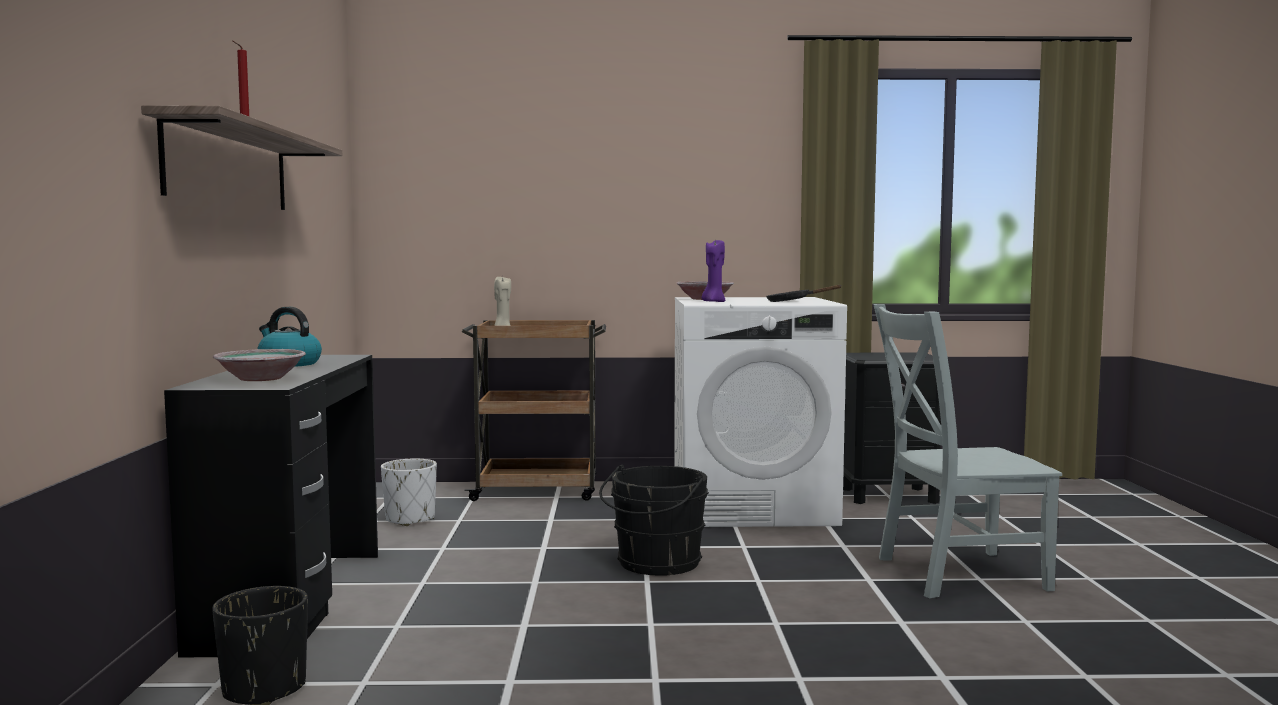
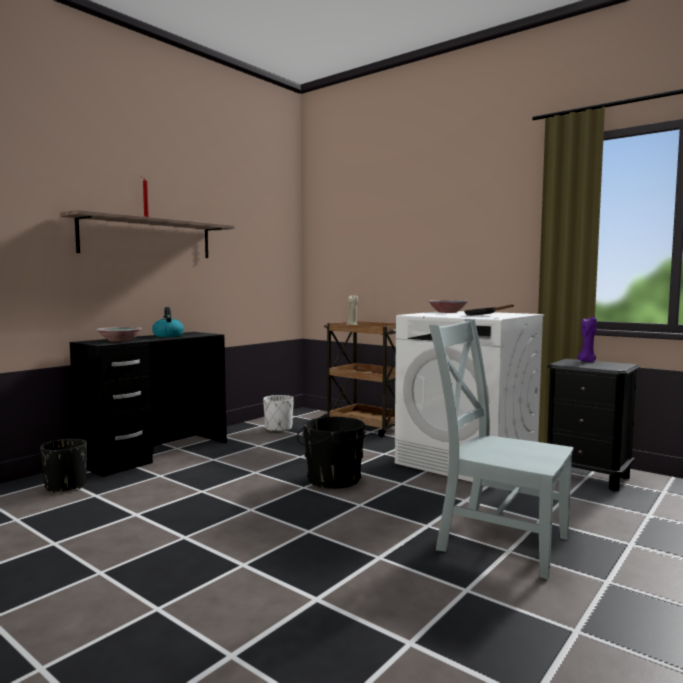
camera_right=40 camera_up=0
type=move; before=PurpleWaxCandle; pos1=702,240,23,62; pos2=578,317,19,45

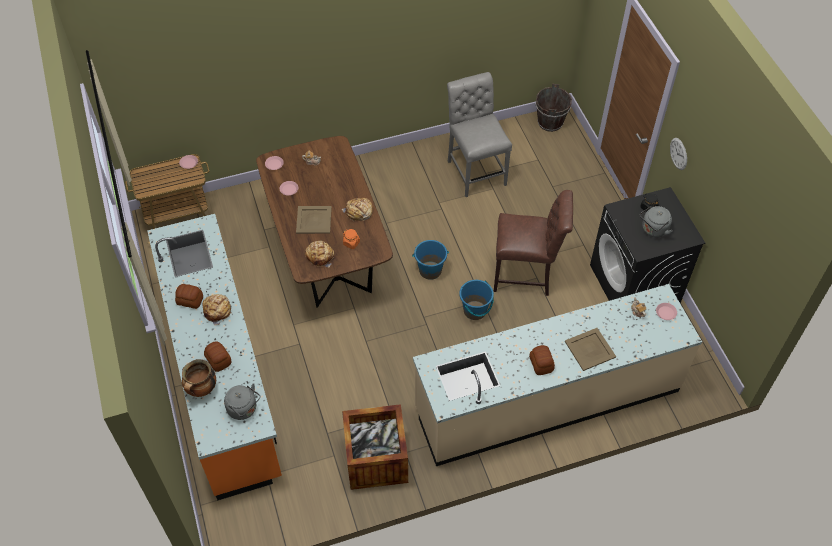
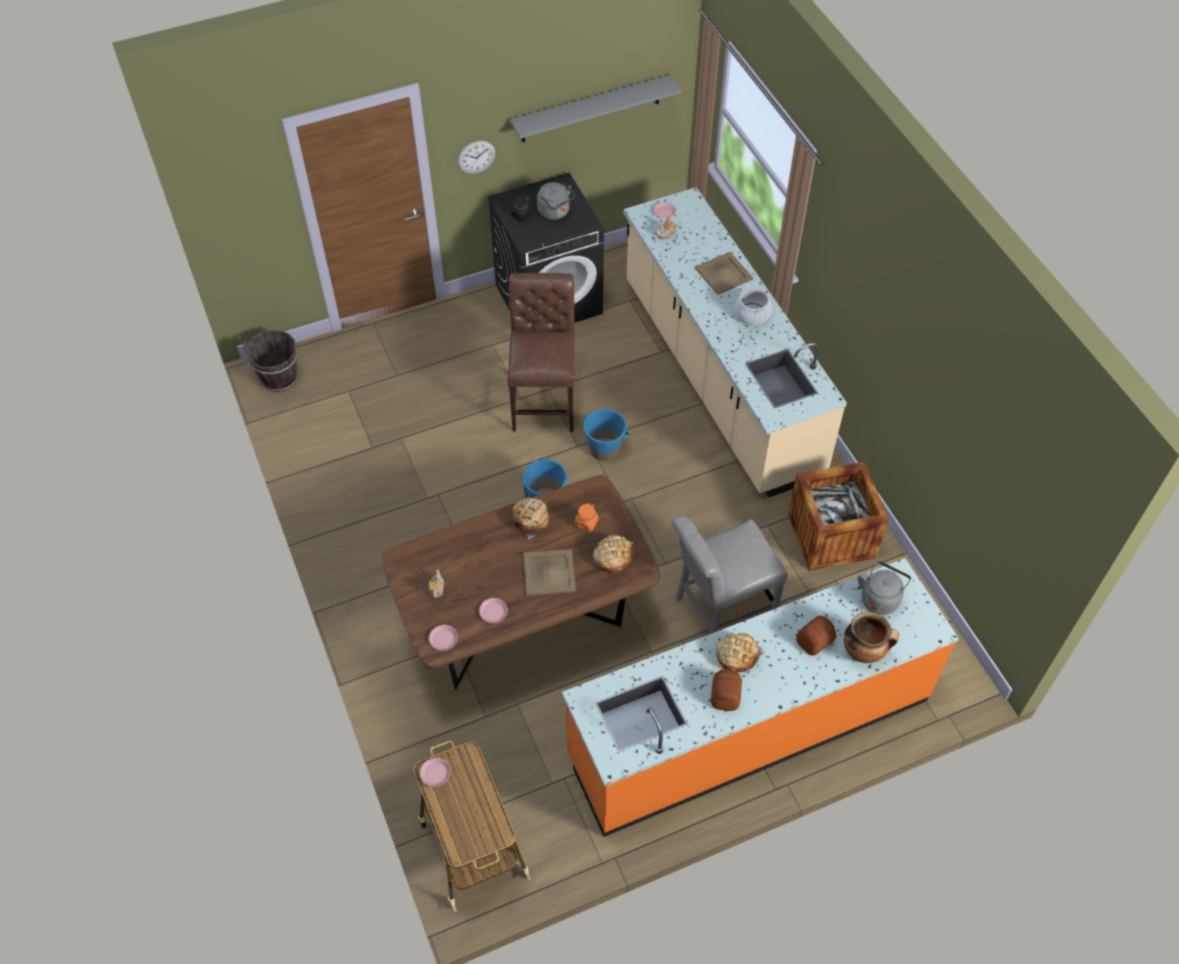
camera_right=-95 camera_up=0
type=move; before=GreyishUprightChair; pos1=447,72,65,125; pos2=671,515,117,119
type=replace; before=BakeryBread; after=Stockpot; pos1=529,345,26,30; pos2=735,284,37,41
type=insert; after=GreyishShelf; pos2=510,75,172,67

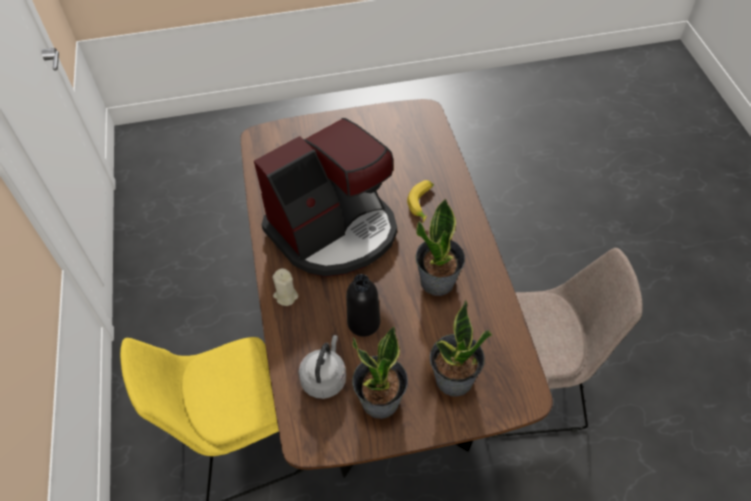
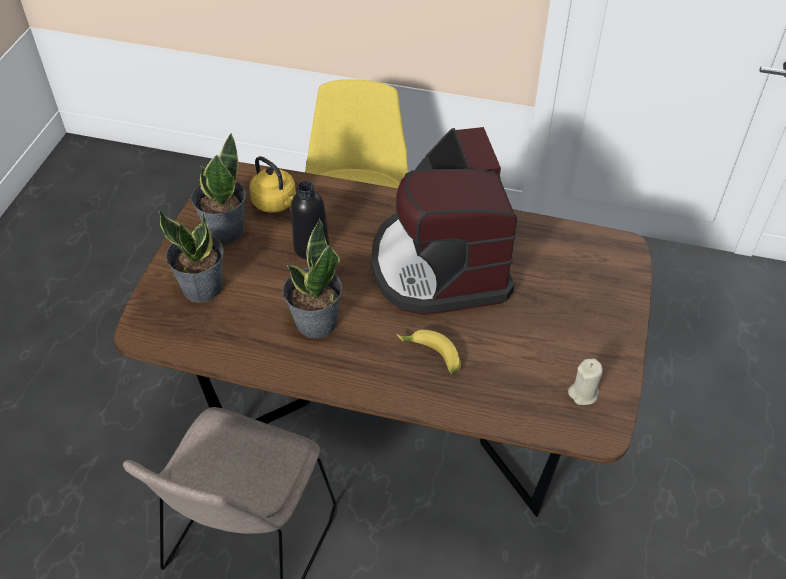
camera_right=115 camera_up=-5
type=move; before=SandColouredWaxCandle; pos1=272,268,26,38; pos2=568,358,35,47
type=recolor; before=GreyishWaterKettle; after=YellowWaterKettle; pos1=298,335,48,64; pos2=249,156,47,57

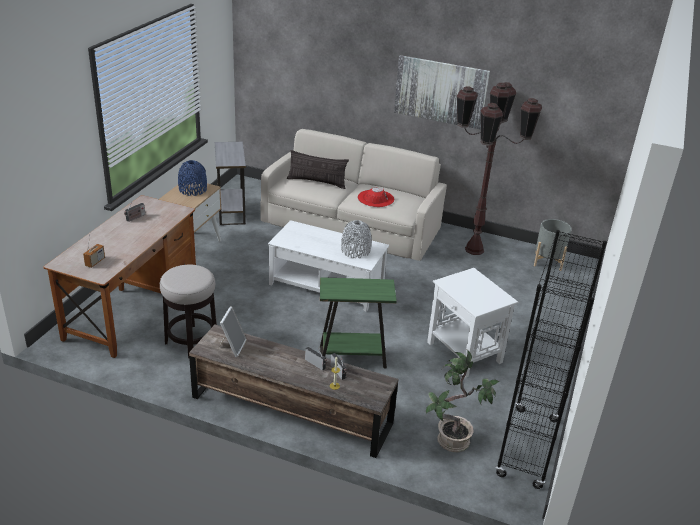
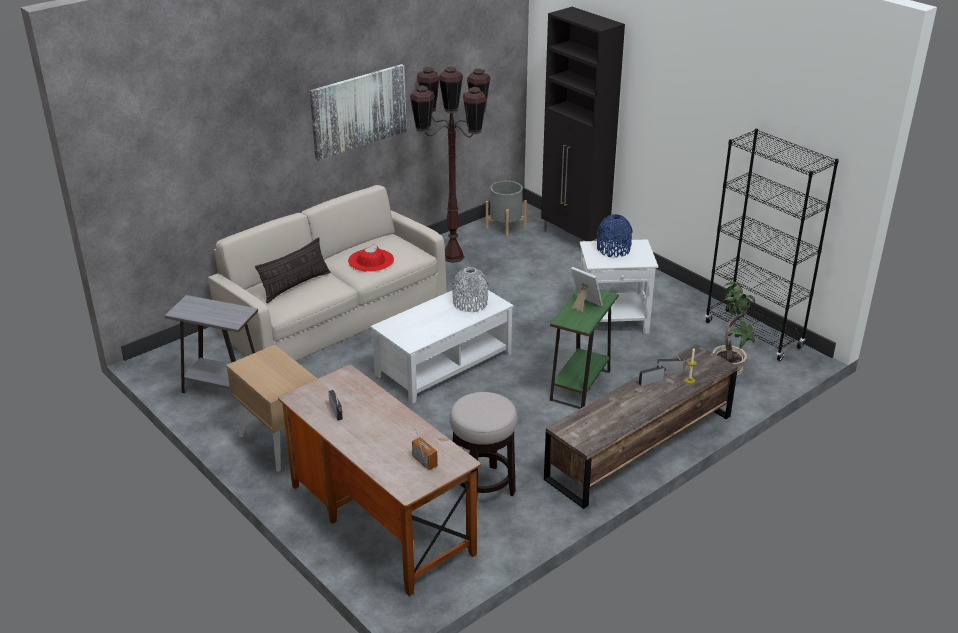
camera_right=-60 camera_up=0
type=move; before=BlueColouredFlowerVase; pos1=178,160,29,36; pos2=597,214,35,43
type=move; before=StandingFrame; pos1=218,306,29,51; pos2=571,267,32,46
type=insert; after=BlackColouredCupboard; pos2=541,7,84,234

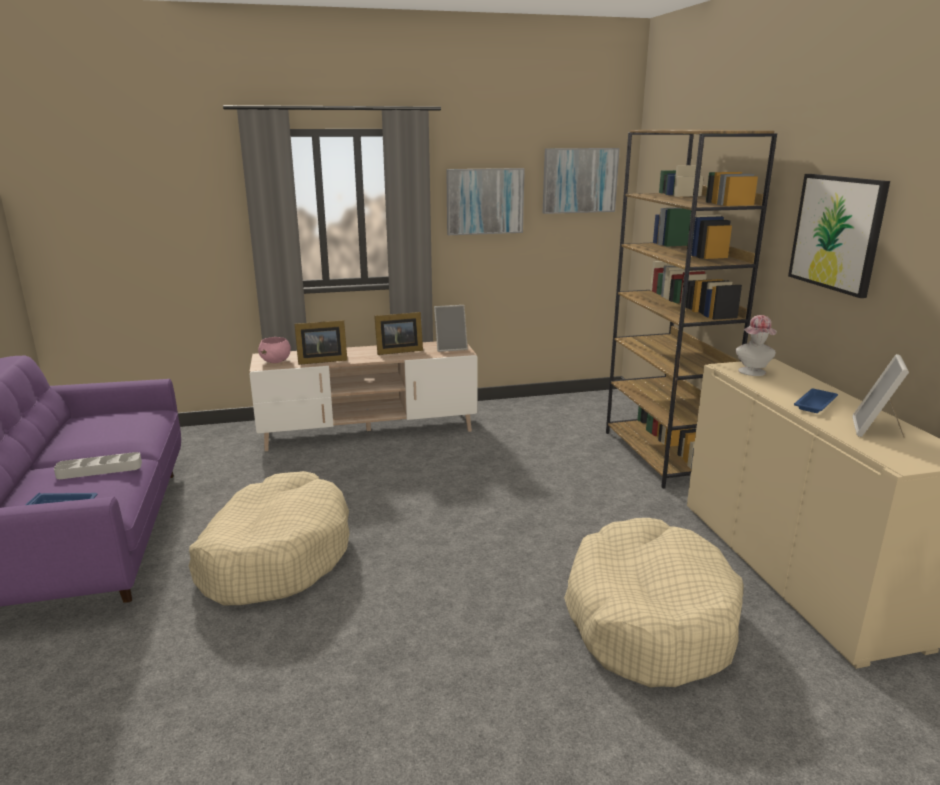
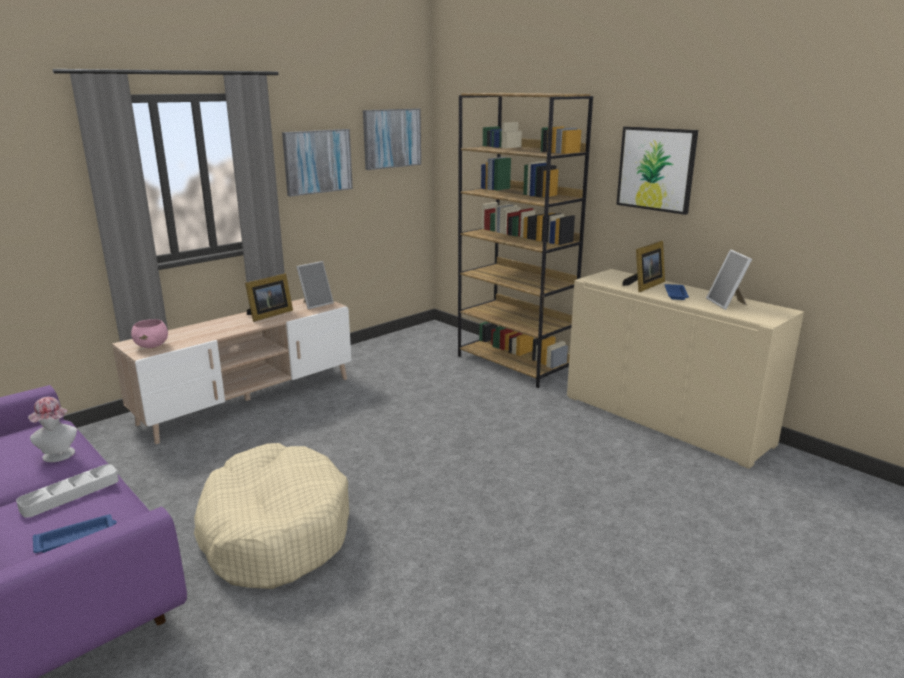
camera_right=-30 camera_up=0
type=move; before=WearableHat; pos1=735,315,42,61; pos2=28,397,49,65
type=move; before=StandingFrame; pos1=294,320,53,45; pos2=622,241,43,51
type=delete; before=SandColouredPetBed; pos1=564,518,180,170

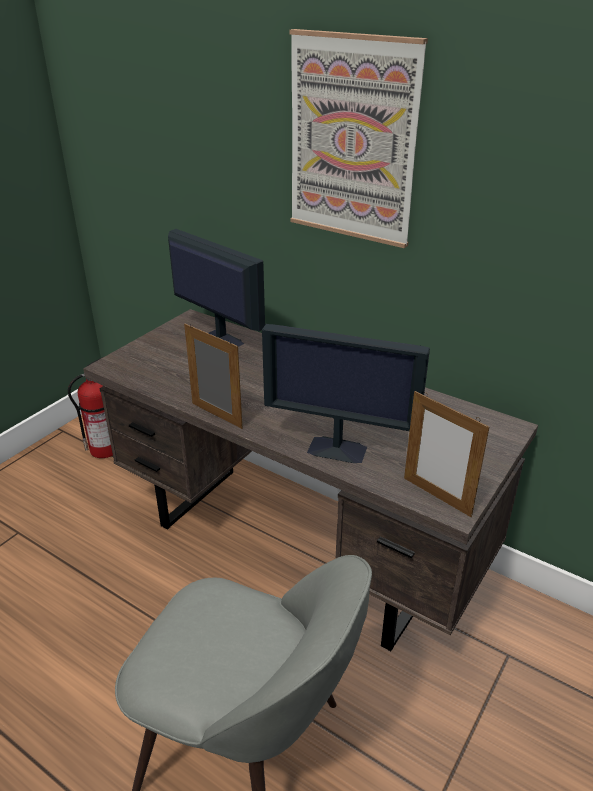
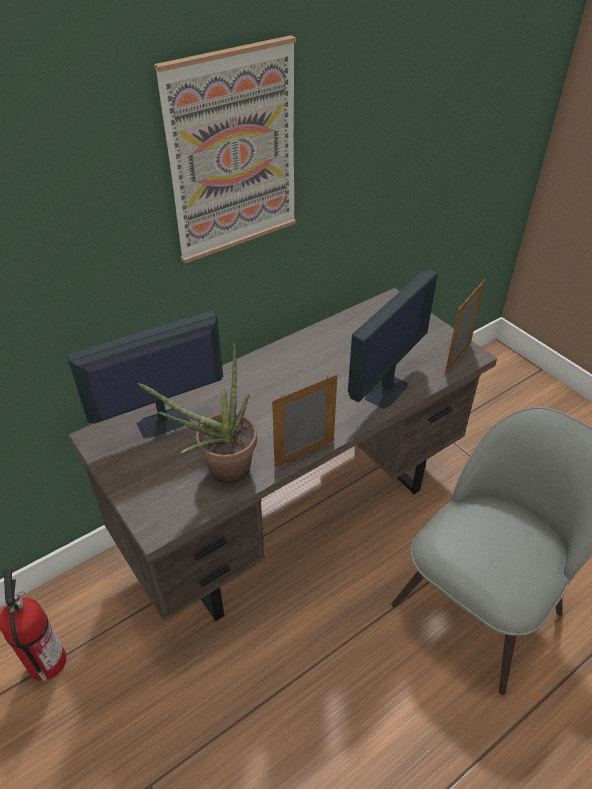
camera_right=-70 camera_up=10
type=rotate; before=StandingFrame; pos1=404,391,85,126; pos2=444,279,42,96; turn=150
type=insert; after=Houseplant; pos2=138,343,119,141

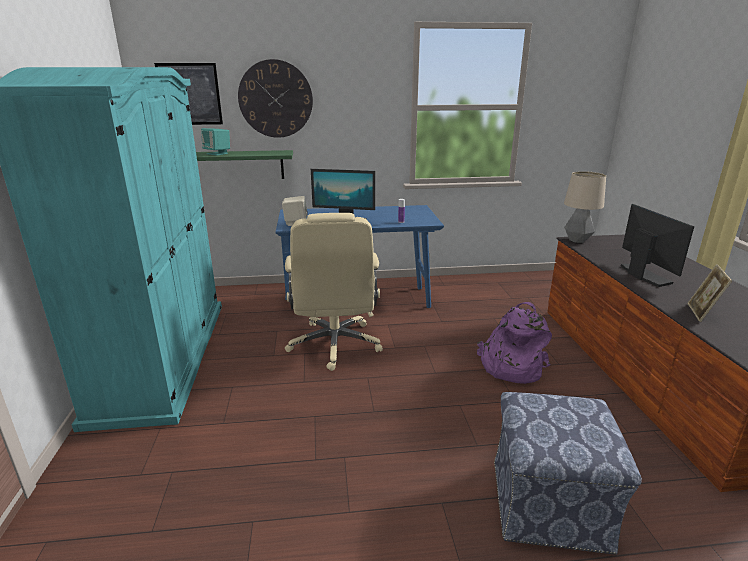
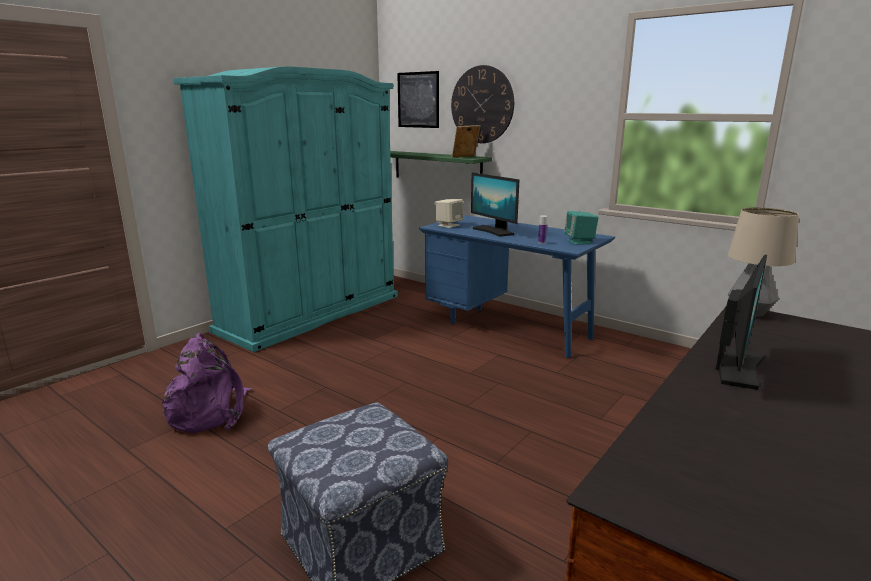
camera_right=45 camera_up=-5
type=move; before=BlueGreenSpeaker; pos1=201,128,29,28; pos2=564,211,35,34
type=delete; before=SandColouredDeskChair; pos1=285,213,98,158
type=move; before=StandingFrame; pos1=687,264,45,58; pos2=452,125,28,33
type=move; before=PurpleRucksack; pos1=477,302,75,82; pos2=162,333,91,100

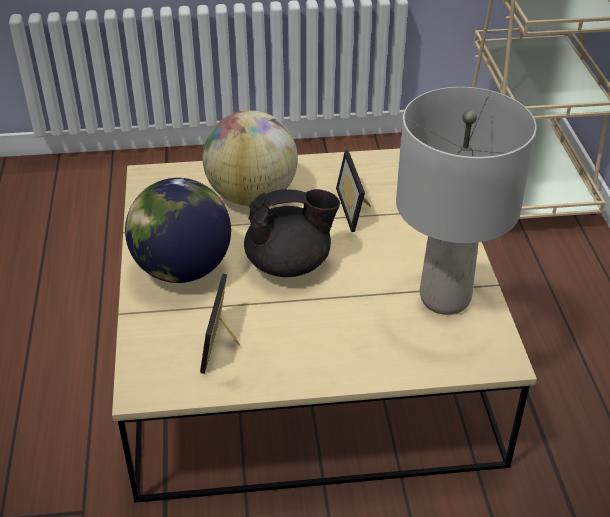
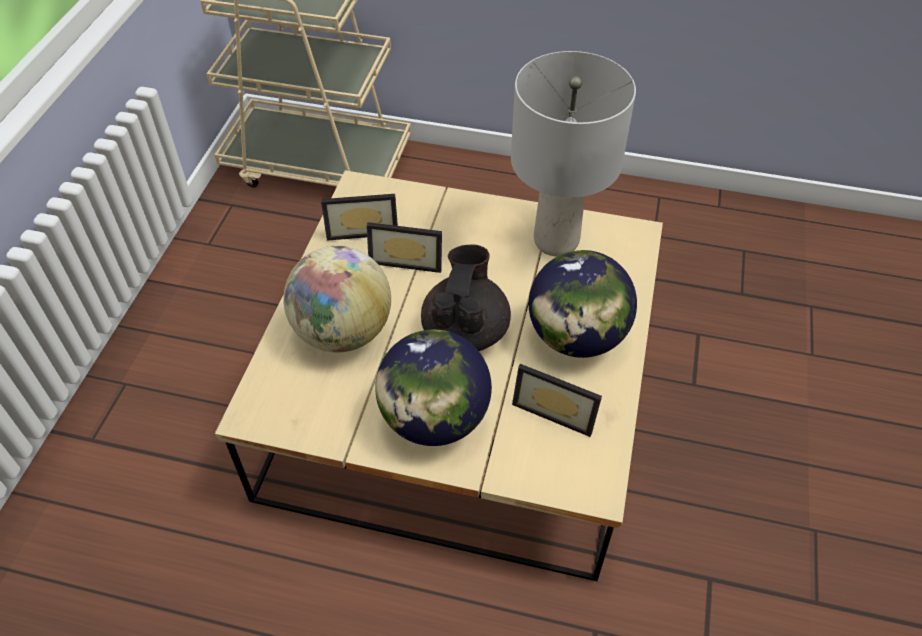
camera_right=-70 camera_up=10
type=insert; after=StandingFrame; pos2=321,194,77,47
type=insert; after=Globe; pos2=529,250,108,108

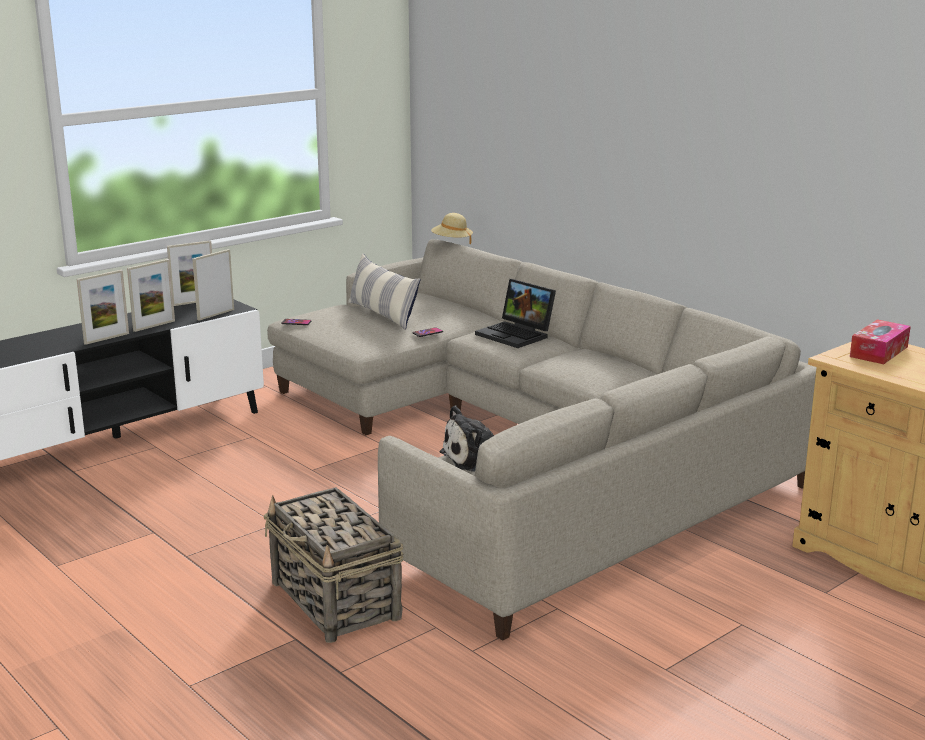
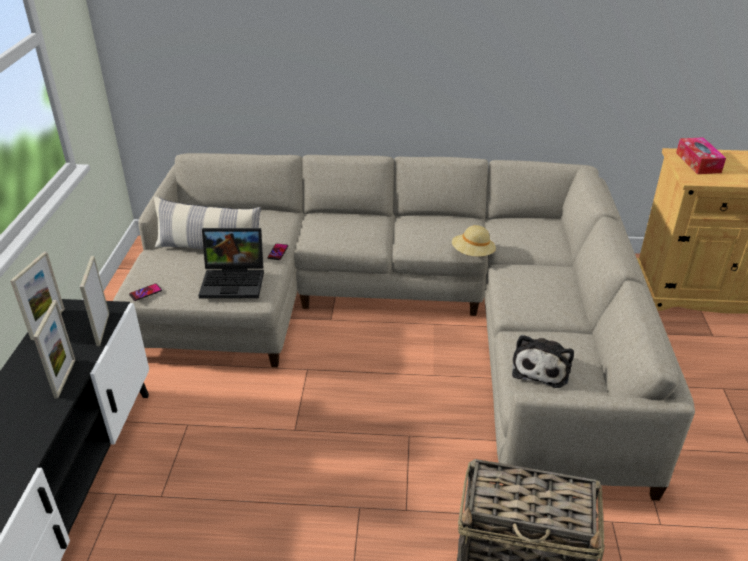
camera_right=-45 camera_up=15
type=move; before=SandColouredWearableHat; pos1=431,213,42,31; pos2=452,225,44,31
type=delete; before=StandingFrame; pos1=77,270,52,75
type=move; before=NotebookComputer; pos1=475,279,81,69; pos2=198,228,66,71

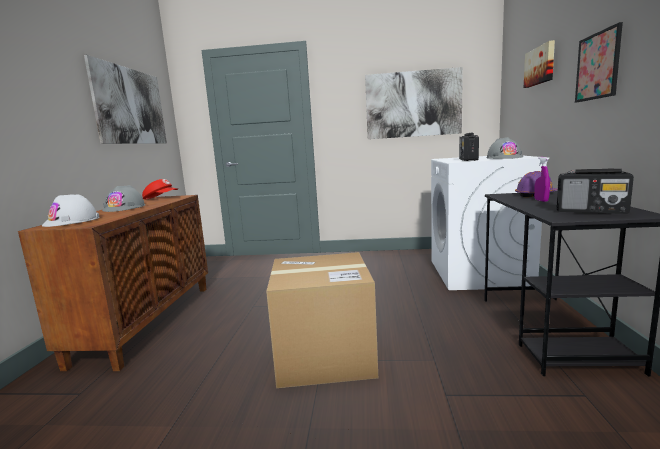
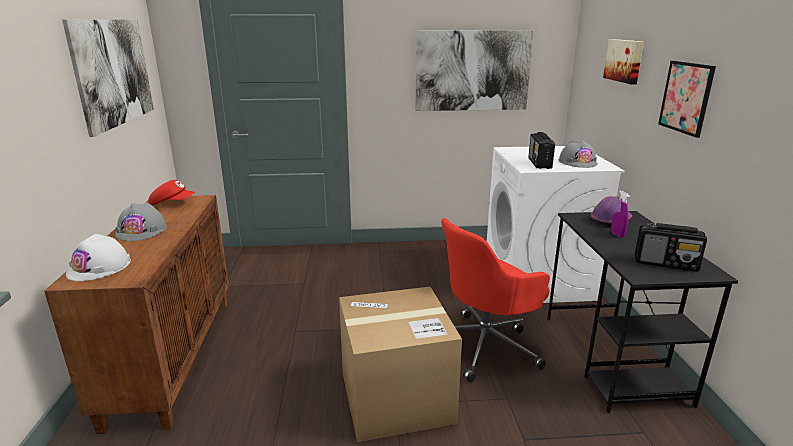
camera_right=-10 camera_up=10
type=insert; after=ReddishDeskChair; pos2=441,218,109,165

